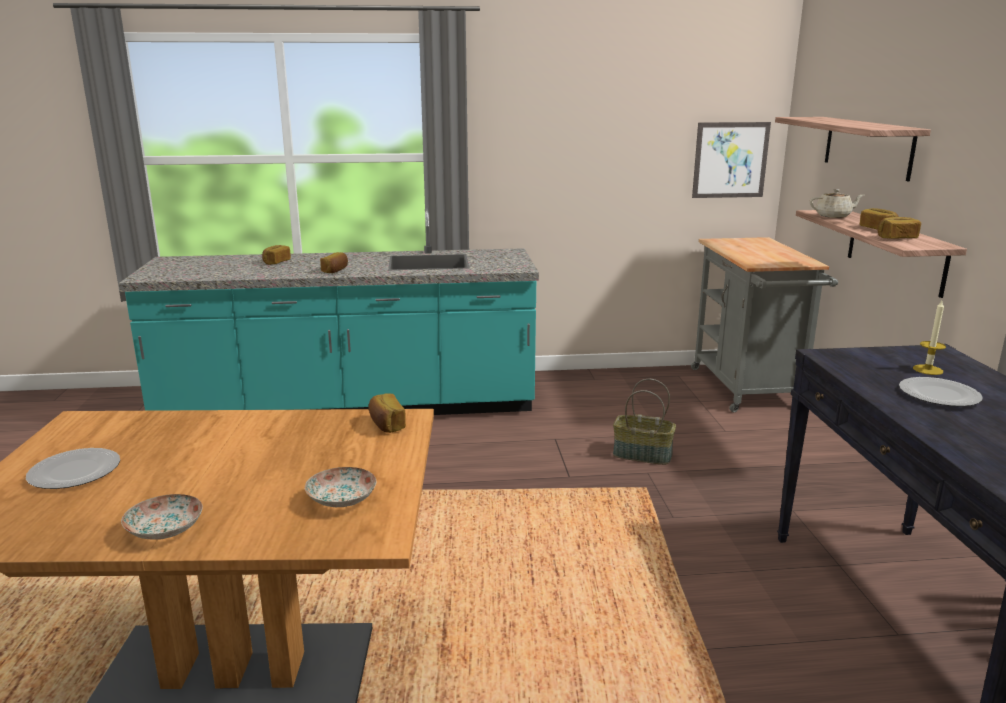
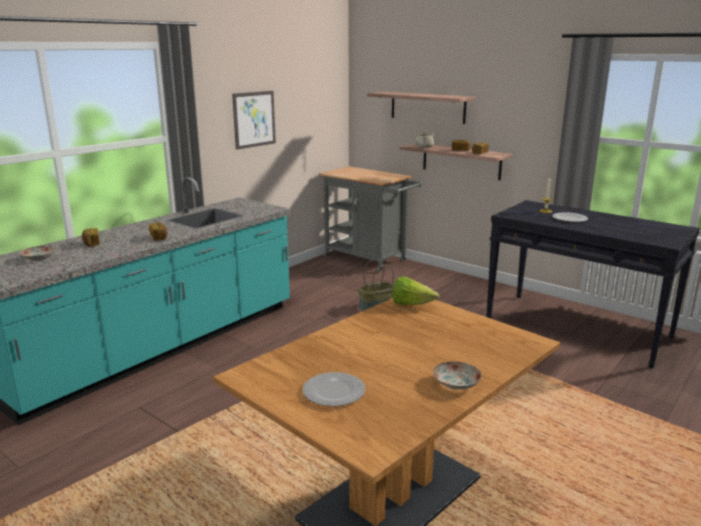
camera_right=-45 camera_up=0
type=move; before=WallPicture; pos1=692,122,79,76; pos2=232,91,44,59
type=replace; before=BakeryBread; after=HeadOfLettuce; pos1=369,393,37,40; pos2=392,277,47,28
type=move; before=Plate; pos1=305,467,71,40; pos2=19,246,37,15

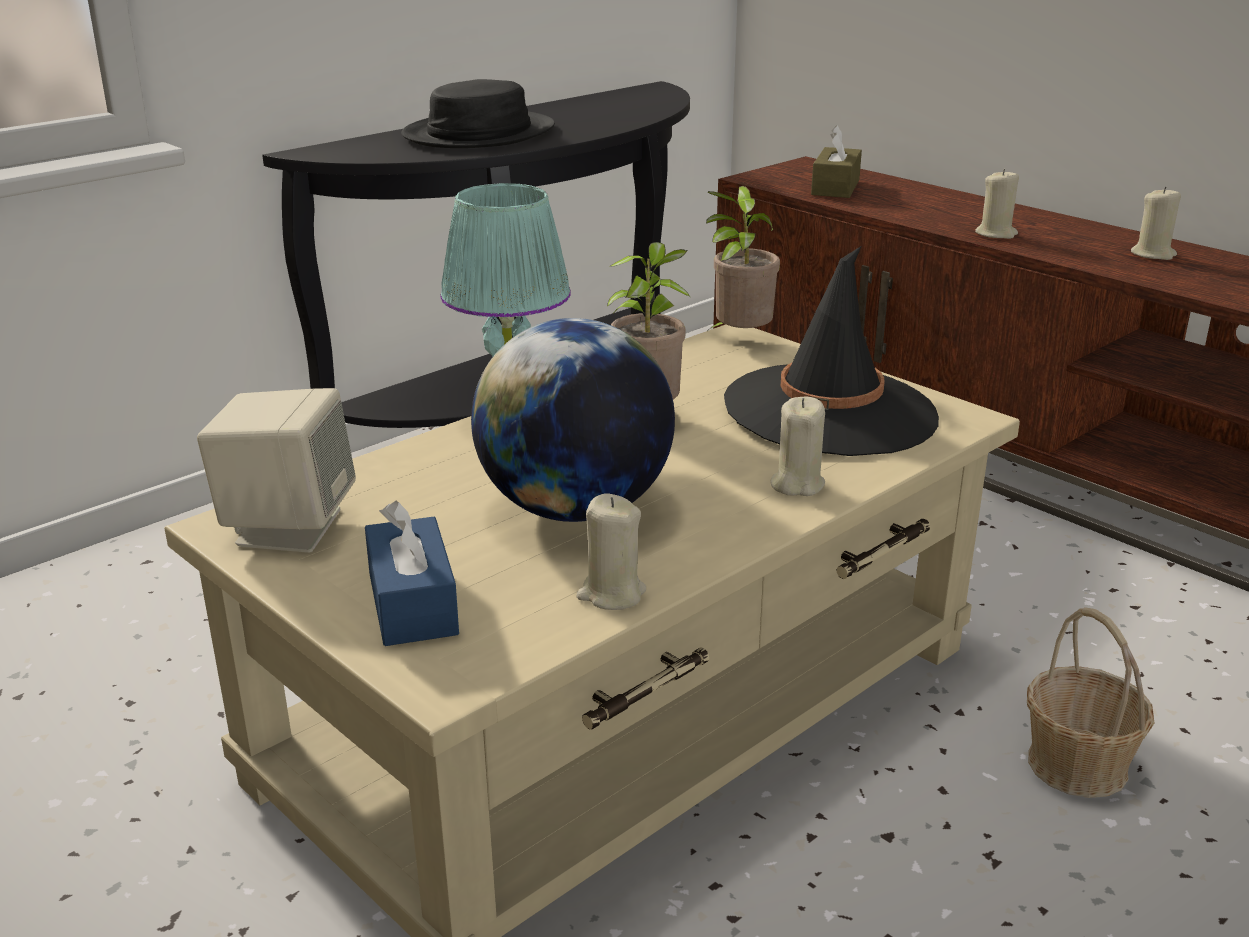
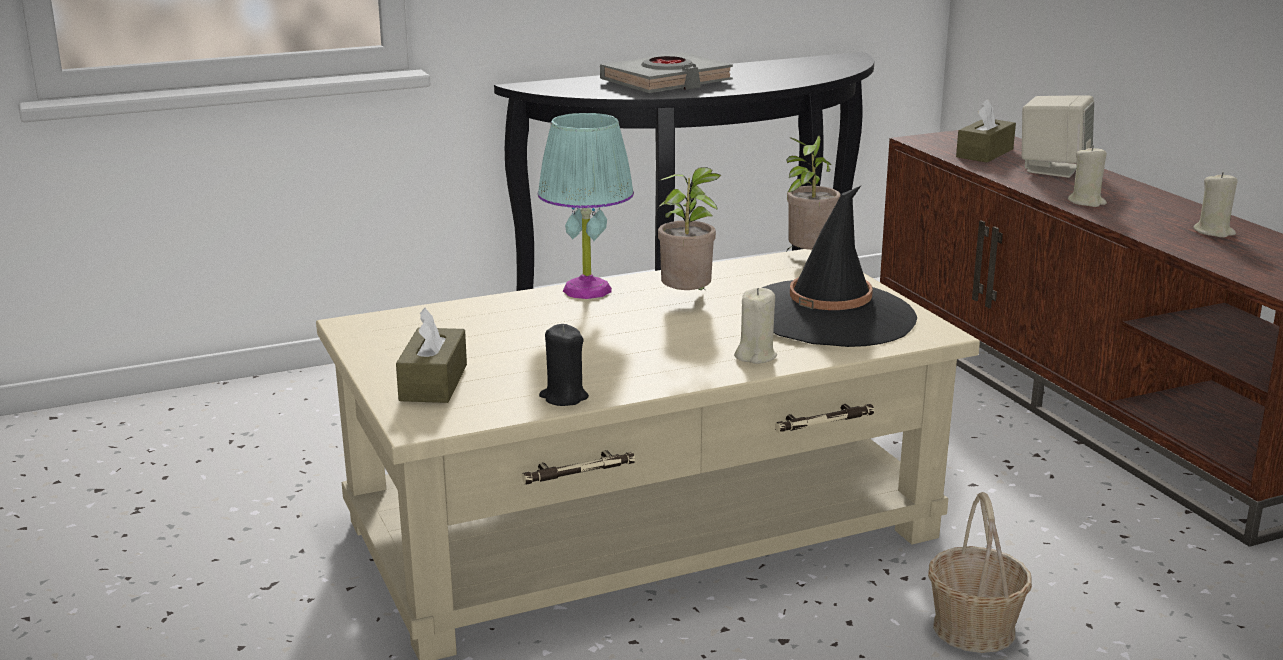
camera_right=20 camera_up=-5
type=replace; before=BlackColouredWearableHat; after=GreyishVolume; pos1=401,79,154,69; pos2=600,52,133,41
type=delete; before=Globe; pos1=471,318,204,204
type=move; before=SandColouredSpeaker; pos1=197,388,159,165; pos2=1022,95,72,83
type=recolor; before=SandColouredWaxCandle; after=BlackColouredWaxCandle; pos1=577,493,69,117; pos2=539,324,50,82
type=recolor; before=BlueColouredTissueBox; after=BrownishTissueBox; pos1=365,501,94,145; pos2=396,308,71,95

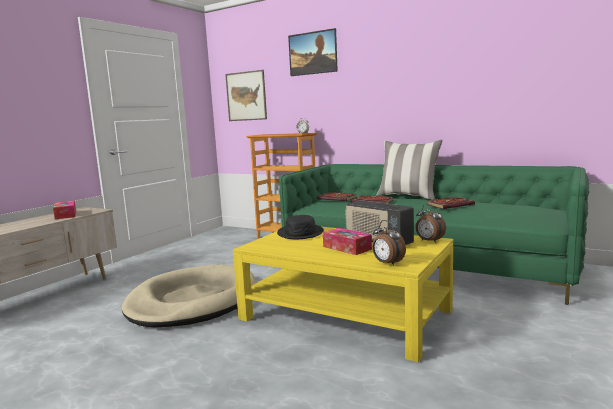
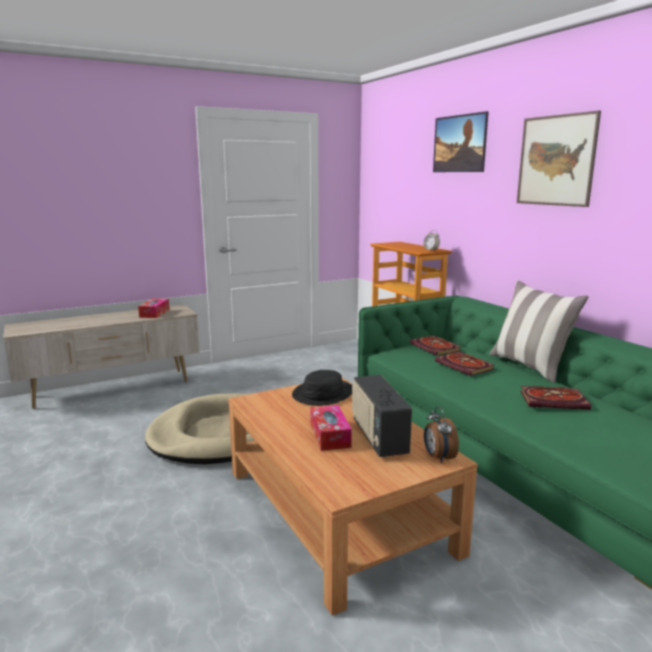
camera_right=30 camera_up=5
type=move; before=WallPicture; pos1=225,70,42,51; pos2=517,111,84,96
type=delete; before=TableClock; pos1=372,220,34,46
type=recolor; before=YellowLoungeTable; after=BrownishLoungeTable; pos1=233,227,220,135; pos2=228,378,250,238

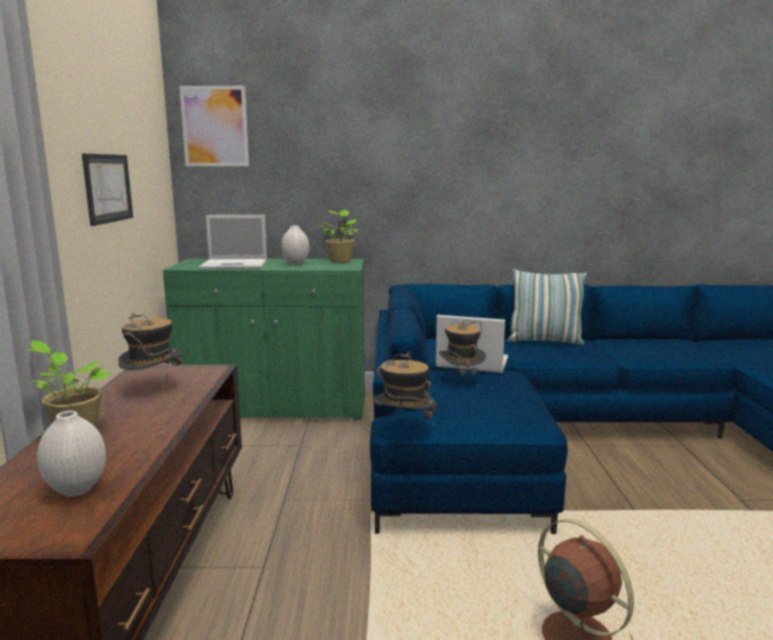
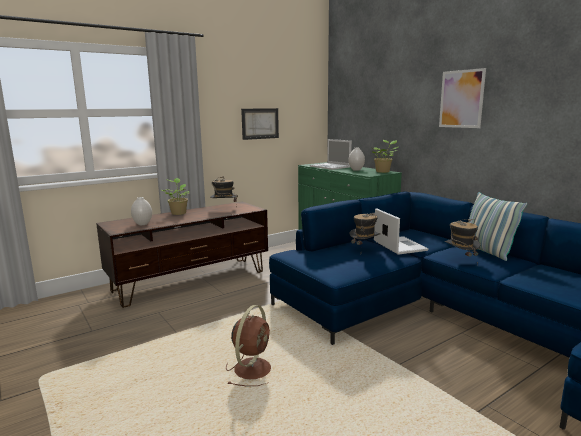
camera_right=55 camera_up=0
type=move; before=WallPicture; pos1=179,86,70,80; pos2=439,68,47,60
type=move; before=WearableHat; pos1=374,353,63,75; pos2=445,219,35,46

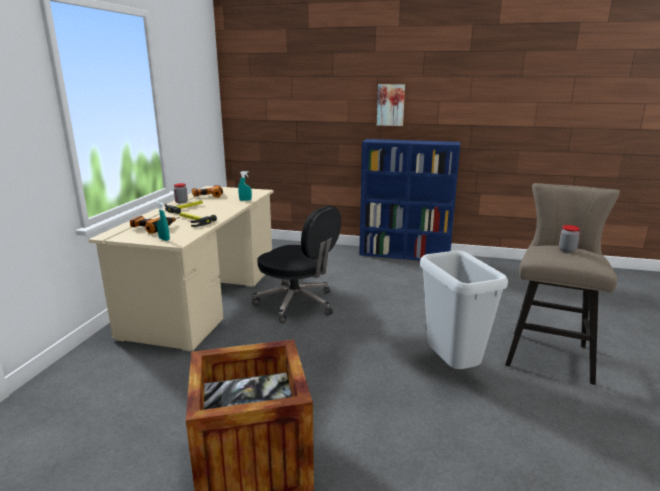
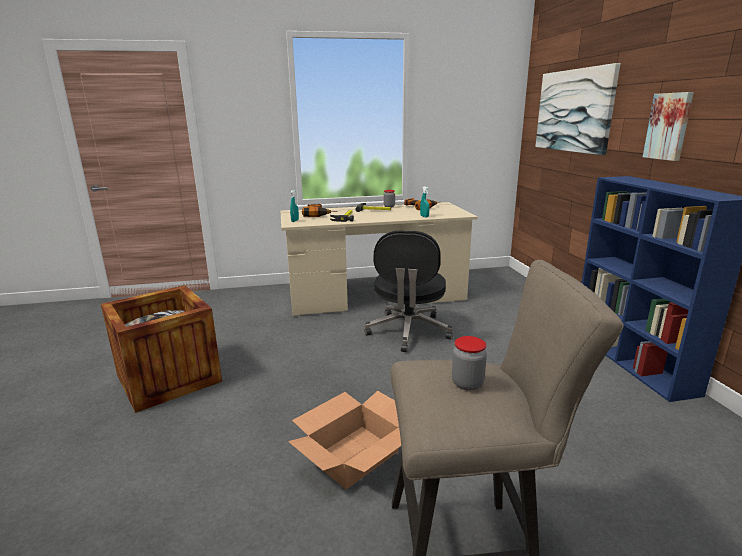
camera_right=65 camera_up=0
type=replace; before=GreyishTrashCan; after=Carton; pos1=420,251,88,118; pos2=288,391,113,98
type=insert; after=WallPicture; pos2=535,63,85,92

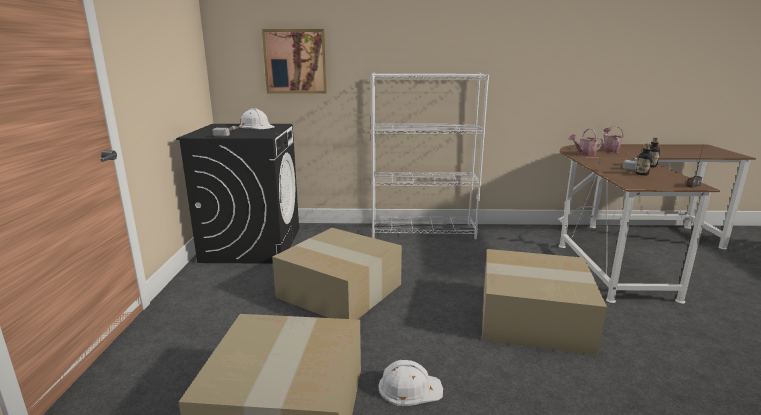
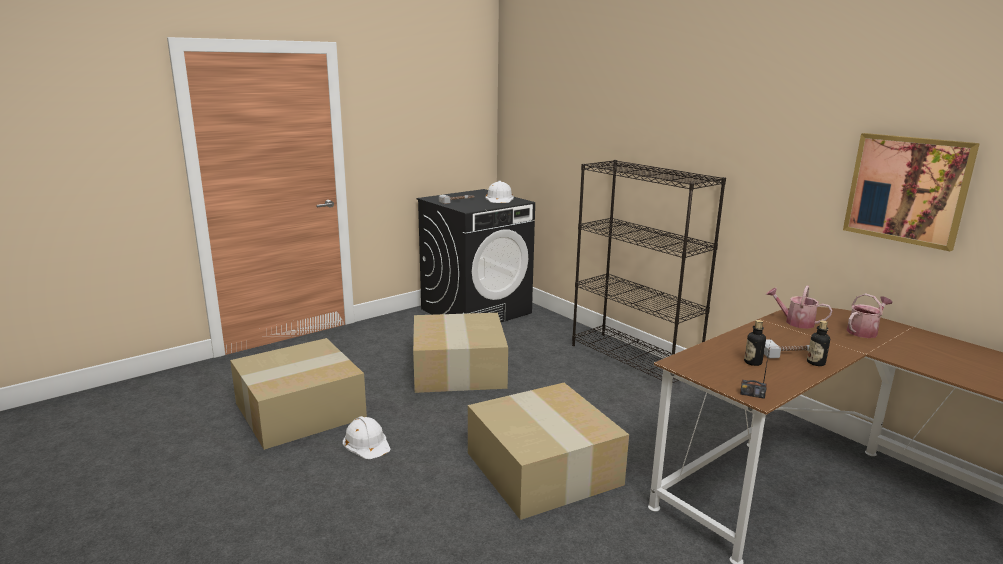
camera_right=50 camera_up=0
type=move; before=WallPicture; pos1=262,29,65,64; pos2=843,133,137,118
type=recolor; before=WhitishBookcase; after=BlackColouredBookcase; pos1=371,73,118,166; pos2=572,160,154,223

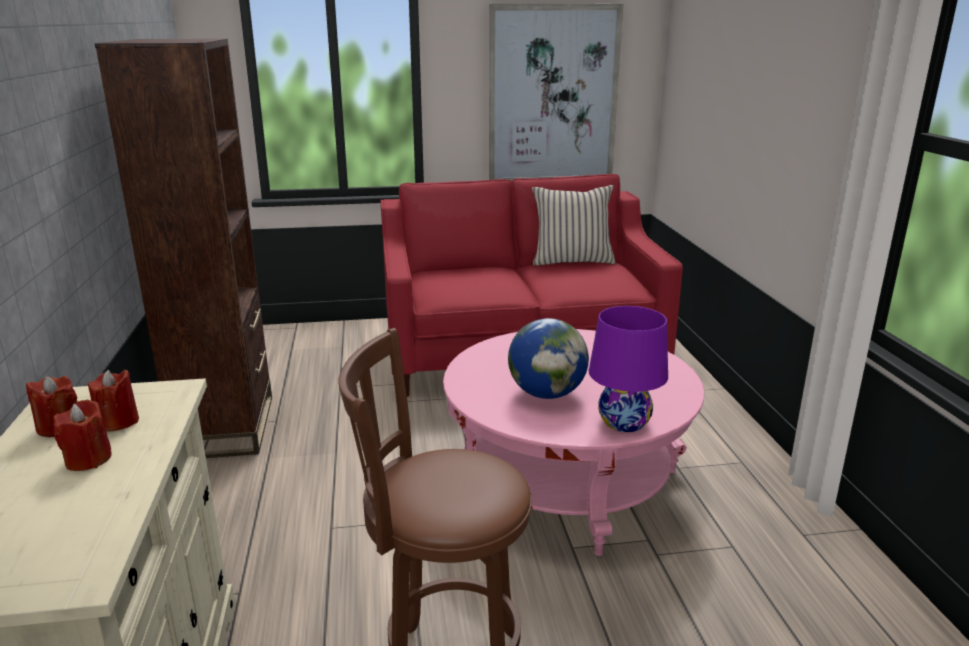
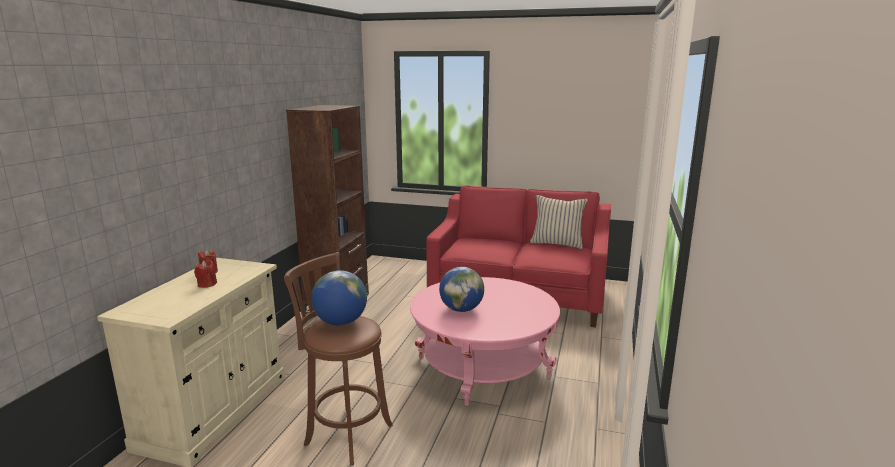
camera_right=25 camera_up=-5
type=delete; before=WallPicture; pos1=489,4,134,177
type=delete; before=PurpleTableLamp; pos1=589,306,79,126
type=delete; before=ReddishWaxCandle; pos1=88,370,51,62
type=insert; after=Globe; pos2=311,270,56,55

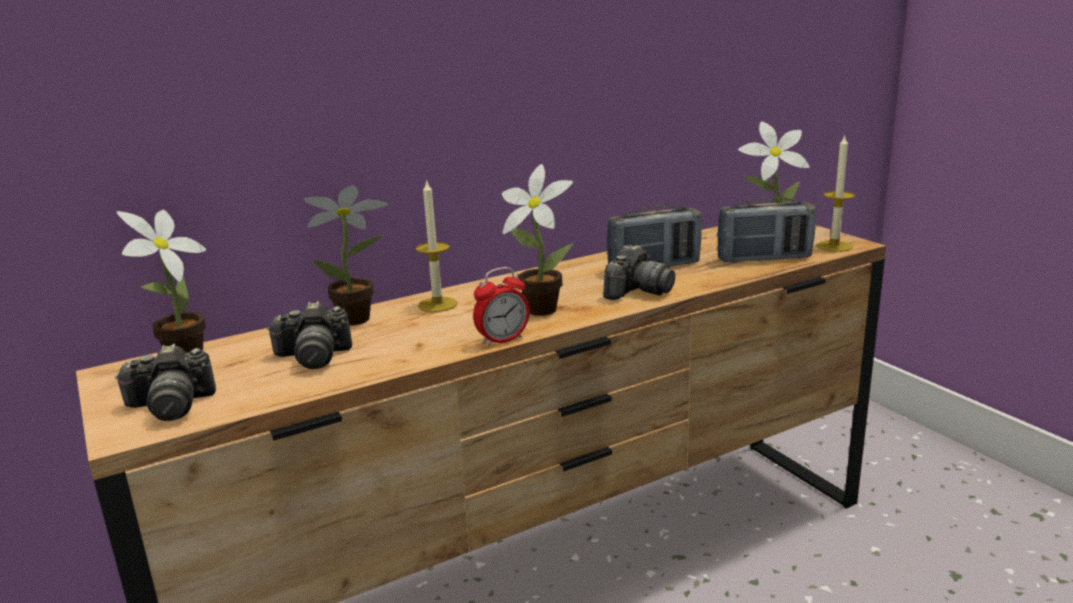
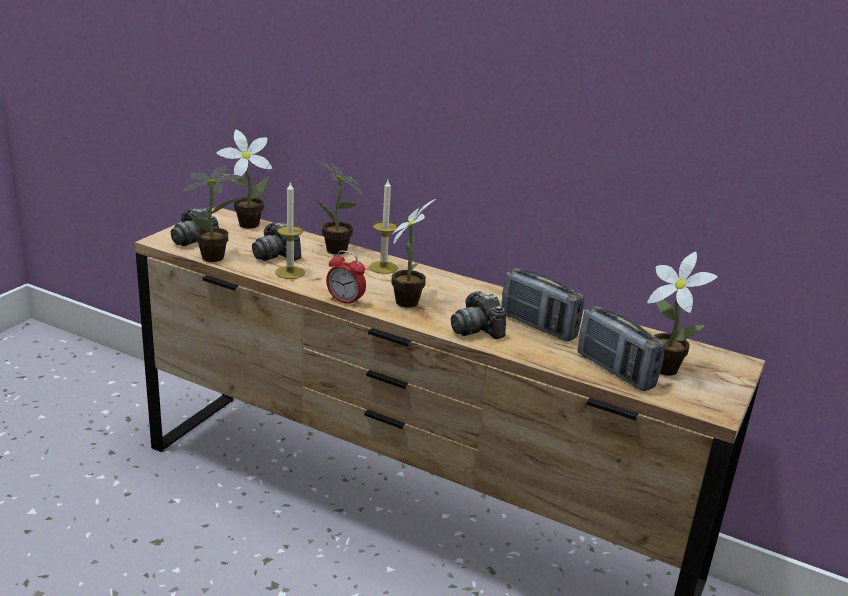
camera_right=55 camera_up=5
type=move; before=WaxCandle; pos1=817,135,38,117; pos2=275,181,30,98
type=rotate; before=PhotoCamera; pos1=603,245,72,55; pos2=451,291,55,48; turn=60
type=insert; after=Houseplant; pos2=183,166,60,96

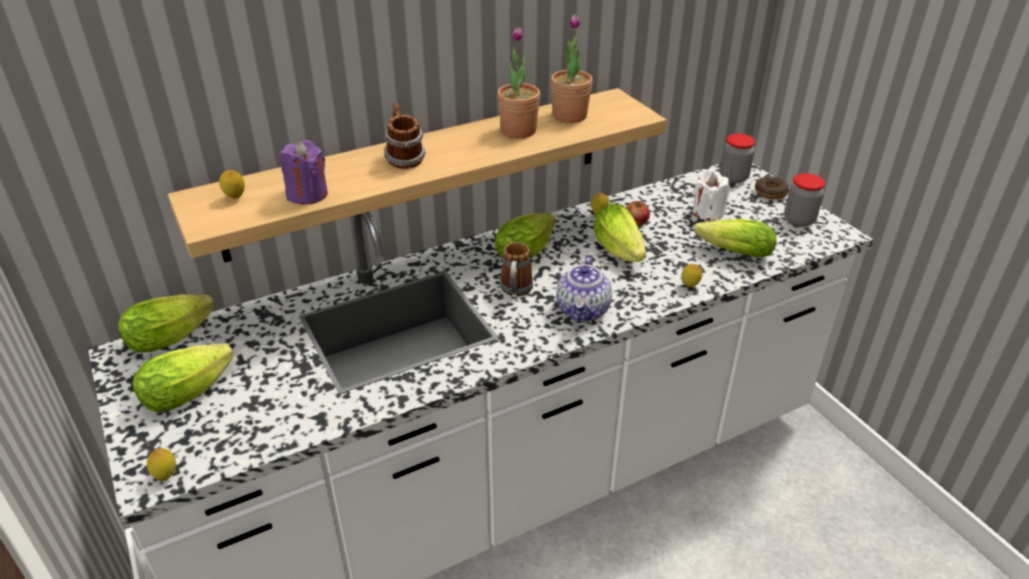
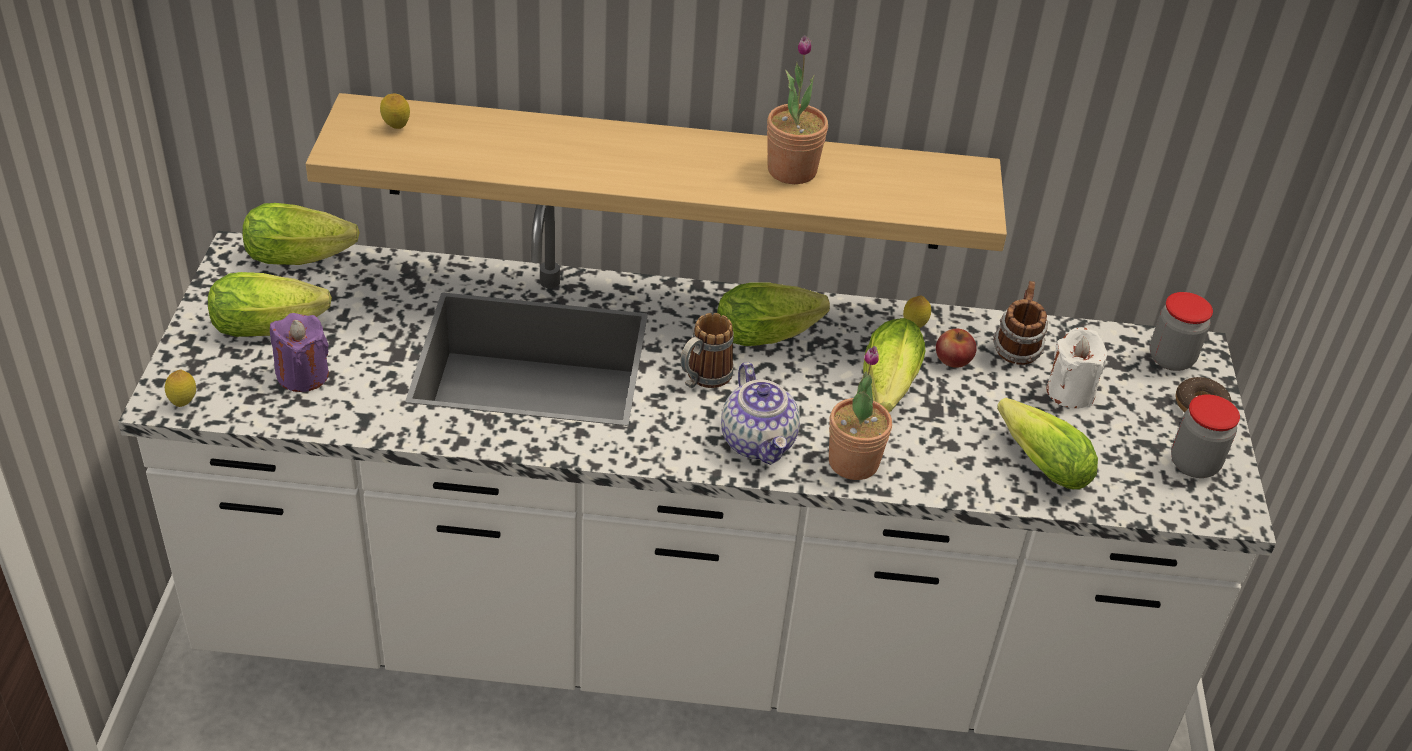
camera_right=30 camera_up=5
type=move; before=Houseplant; pos1=551,14,42,109; pos2=829,346,63,134
type=move; before=CoffeeMug; pos1=384,103,42,66; pos2=993,281,55,84
type=move; before=PurpleWaxCandle; pos1=280,140,48,64; pos2=270,313,59,79
type=rotate; before=TeaPot; pos1=556,254,56,69; pos2=721,362,79,103; turn=-60
type=delete; before=WholeLemon; pos1=681,264,21,23

